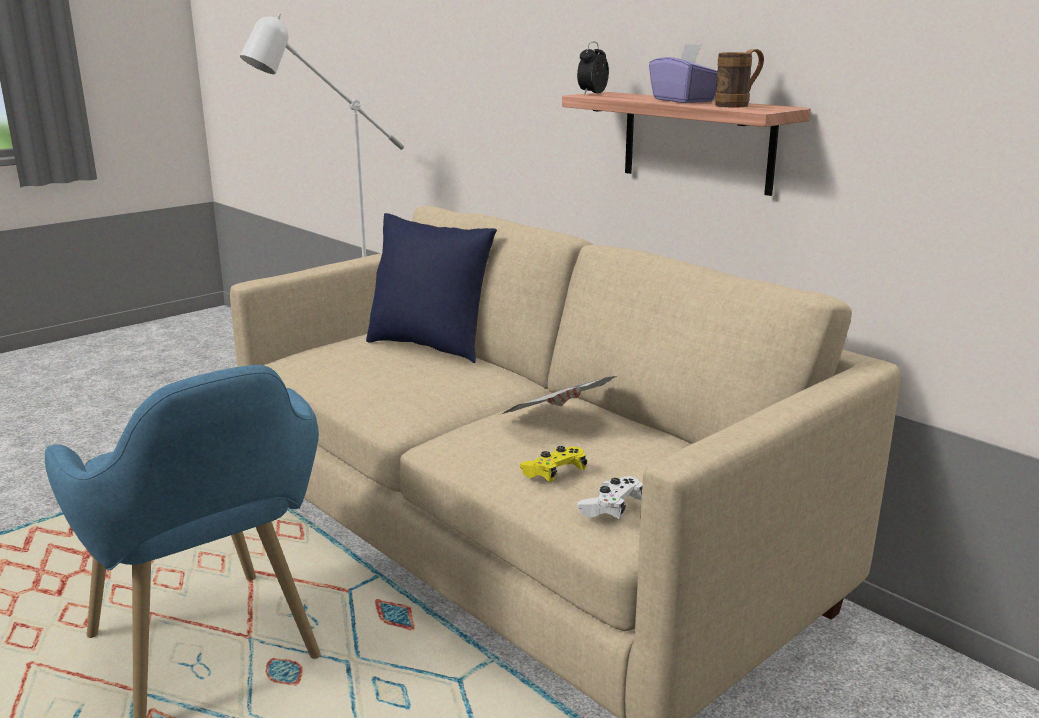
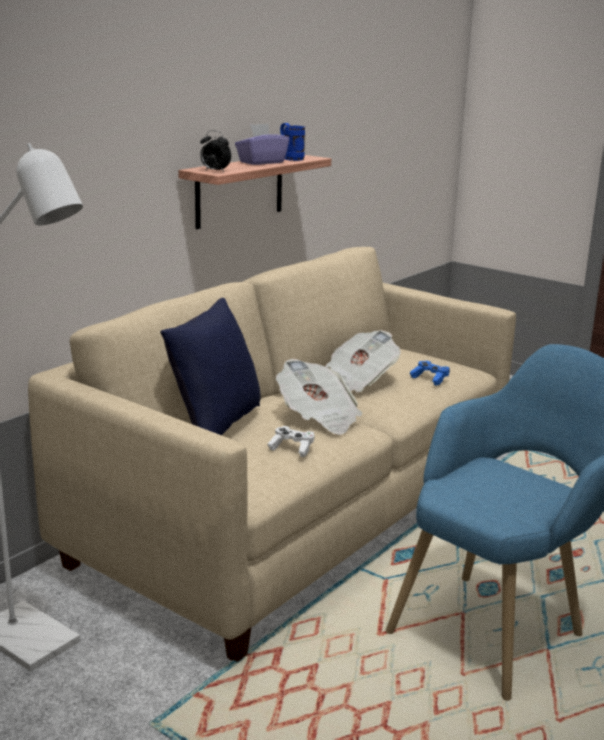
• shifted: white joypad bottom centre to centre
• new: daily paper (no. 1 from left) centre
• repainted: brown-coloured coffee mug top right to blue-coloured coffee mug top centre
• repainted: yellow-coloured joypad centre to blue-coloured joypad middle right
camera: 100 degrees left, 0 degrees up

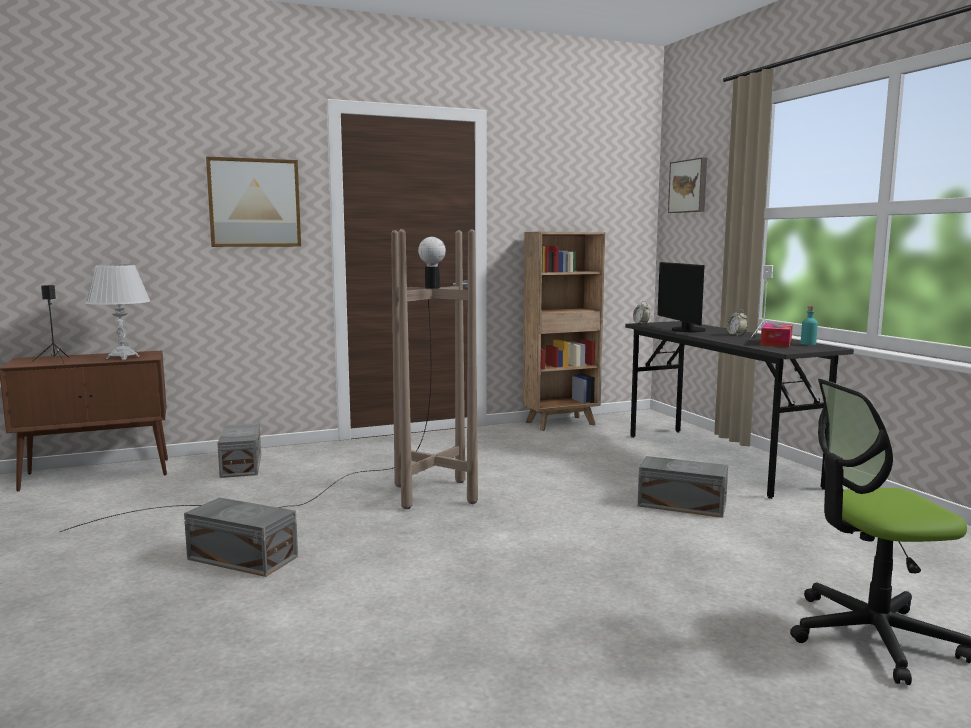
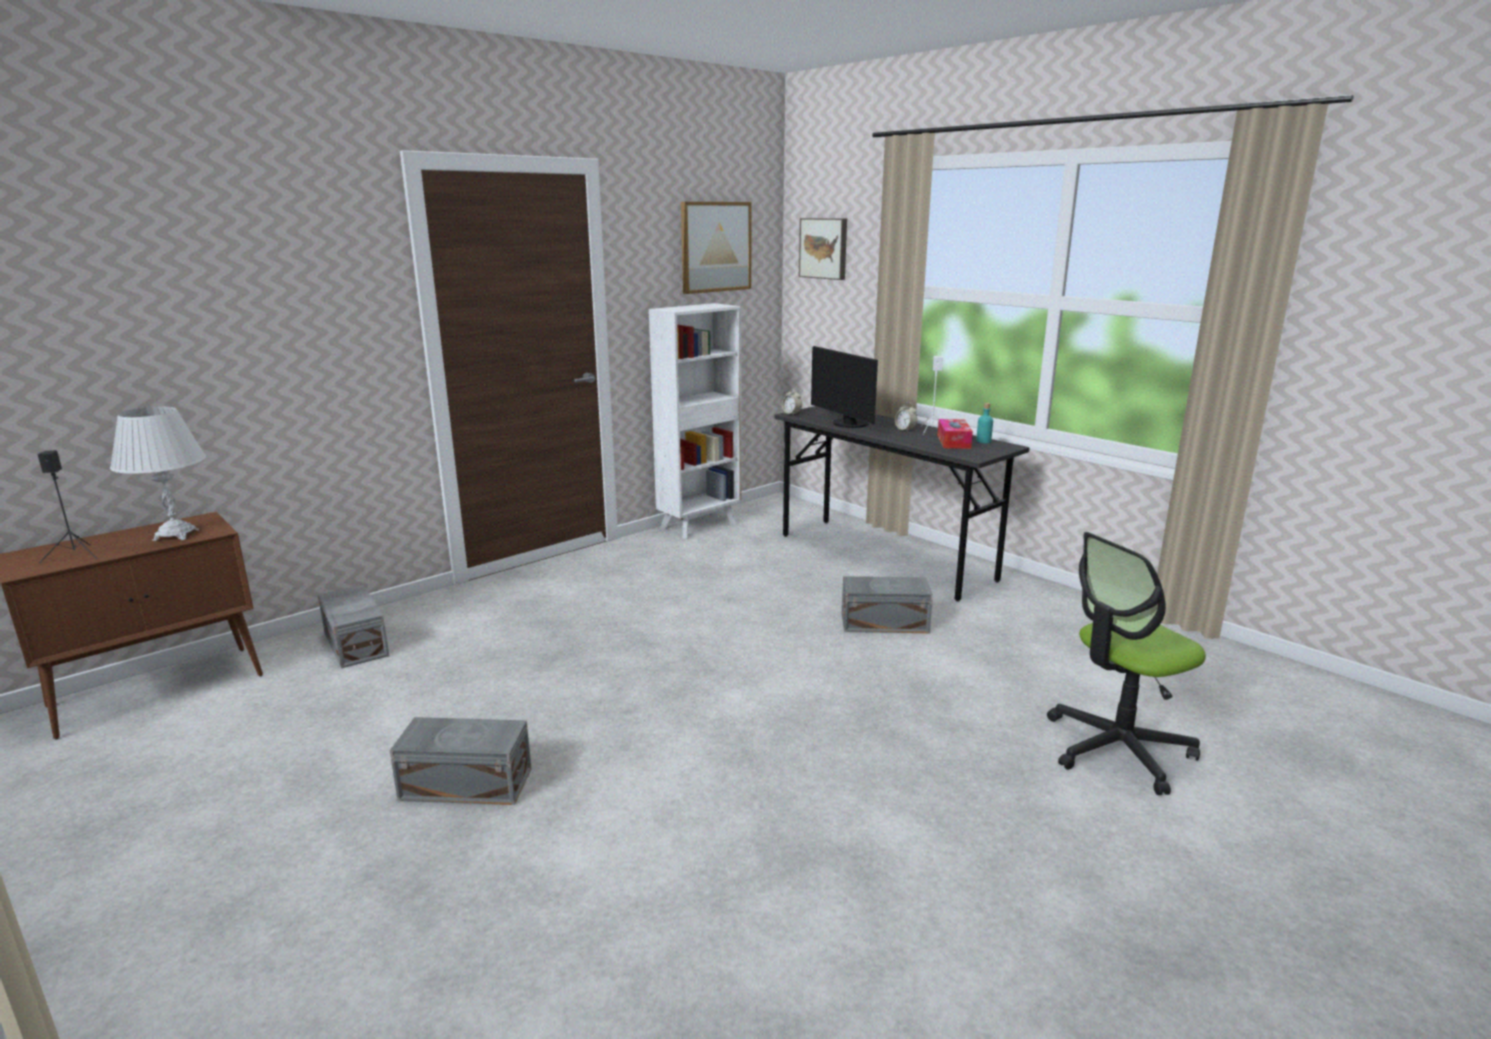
• repainted: brown-coloured bookshelf centre to white bookshelf centre
• shifted: picture (no. 1 from left) top left to top centre
• gone: brown-coloured standard lamp middle left
camera: 20 degrees left, 10 degrees up

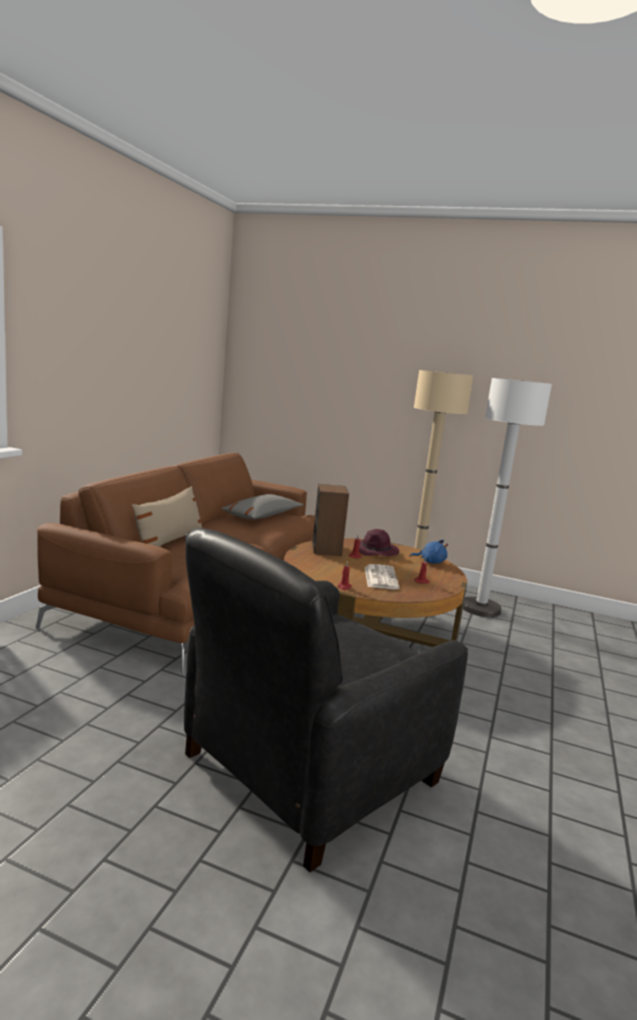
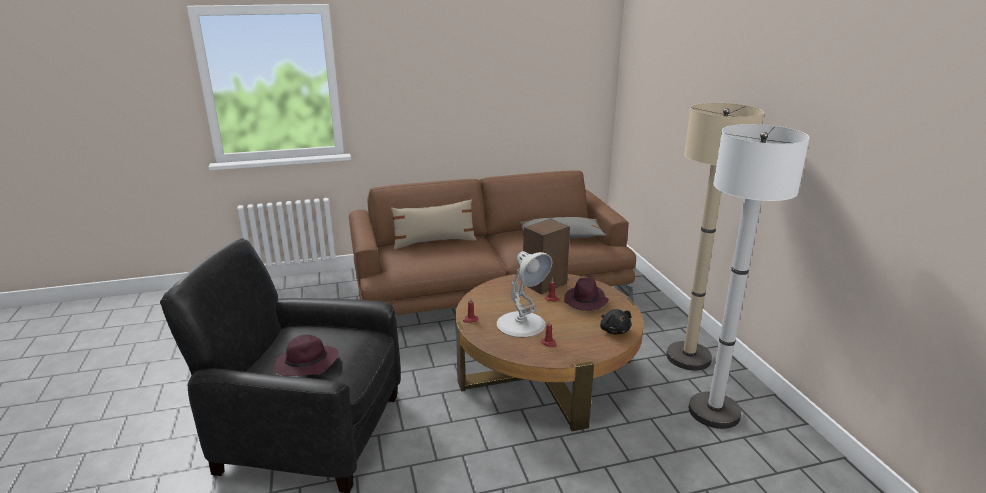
• new: purplish wearable hat (no. 1 from left) bottom left
• swapped: daily paper centre to white tabletop lamp centre
• repainted: blue-coloured cuddly toy middle right to blackish cuddly toy centre
camera: 55 degrees right, 10 degrees up

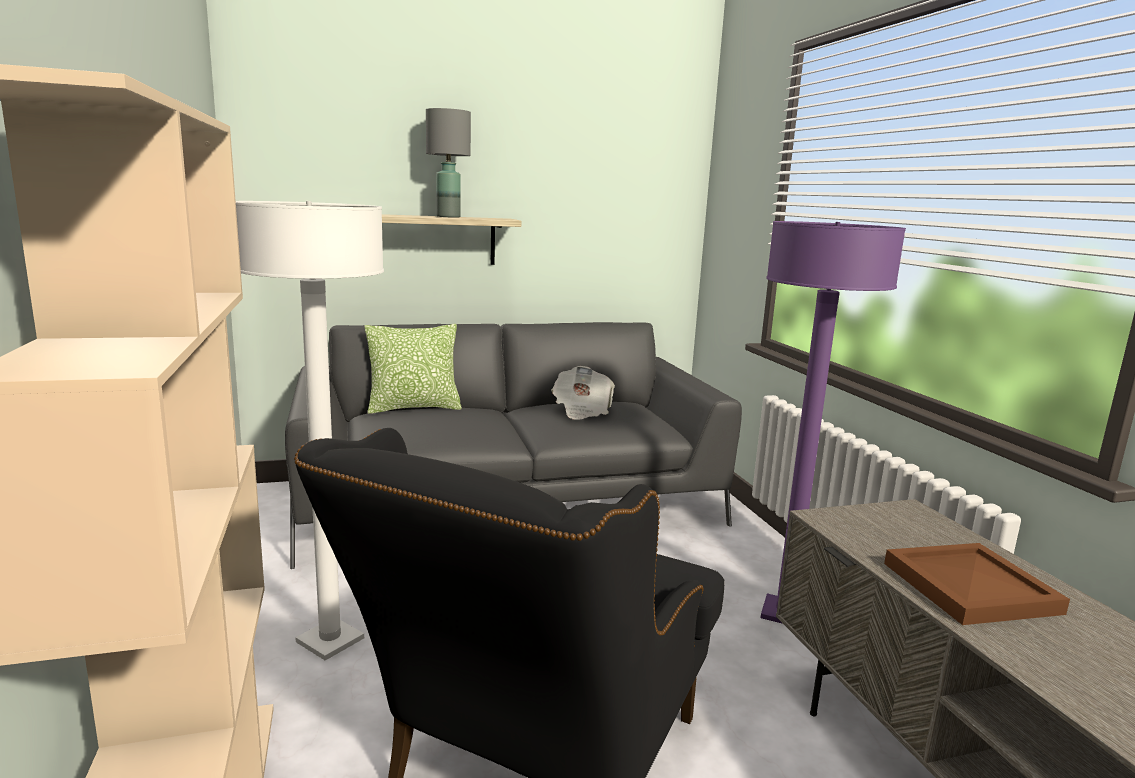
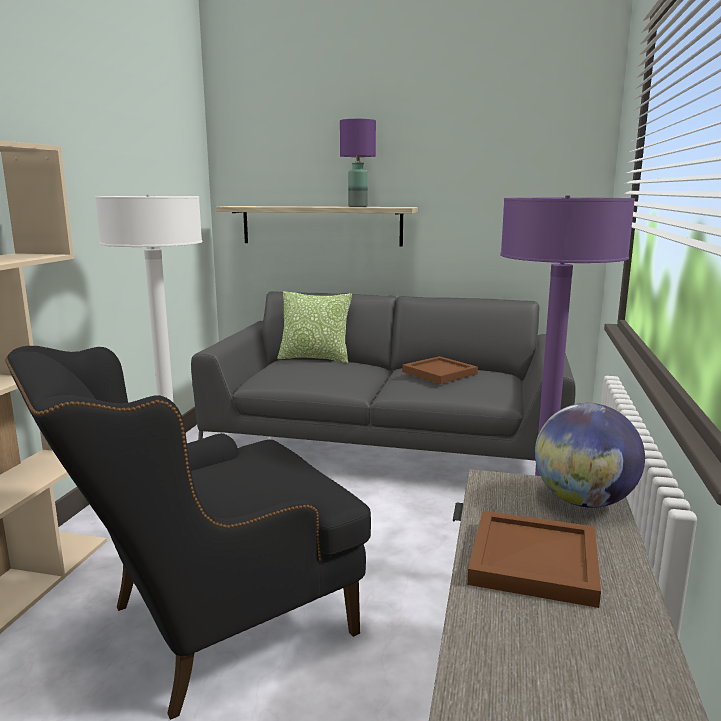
• repainted: gray tabletop lamp top centre to purplish tabletop lamp top centre
• swapped: daily paper centre to brown-coloured carrying tray (no. 1 from left) centre
• new: globe middle right
camera: 30 degrees right, 0 degrees up

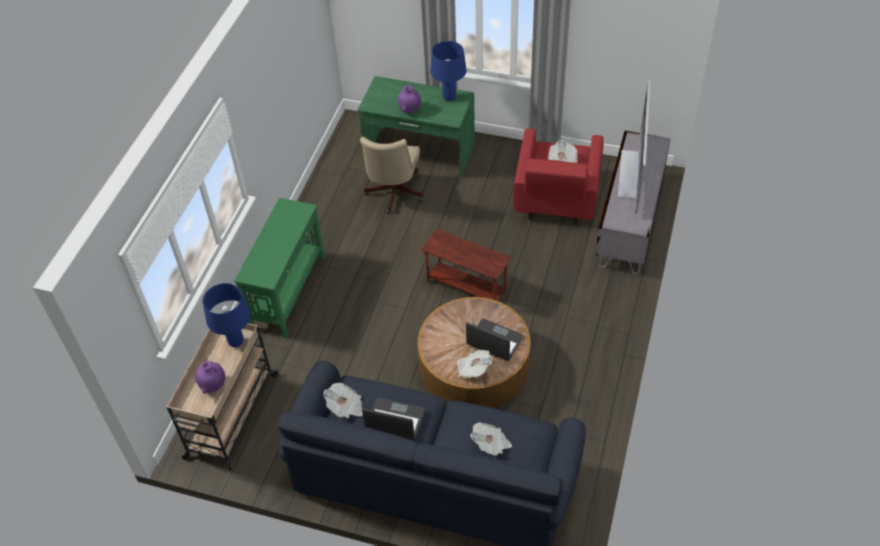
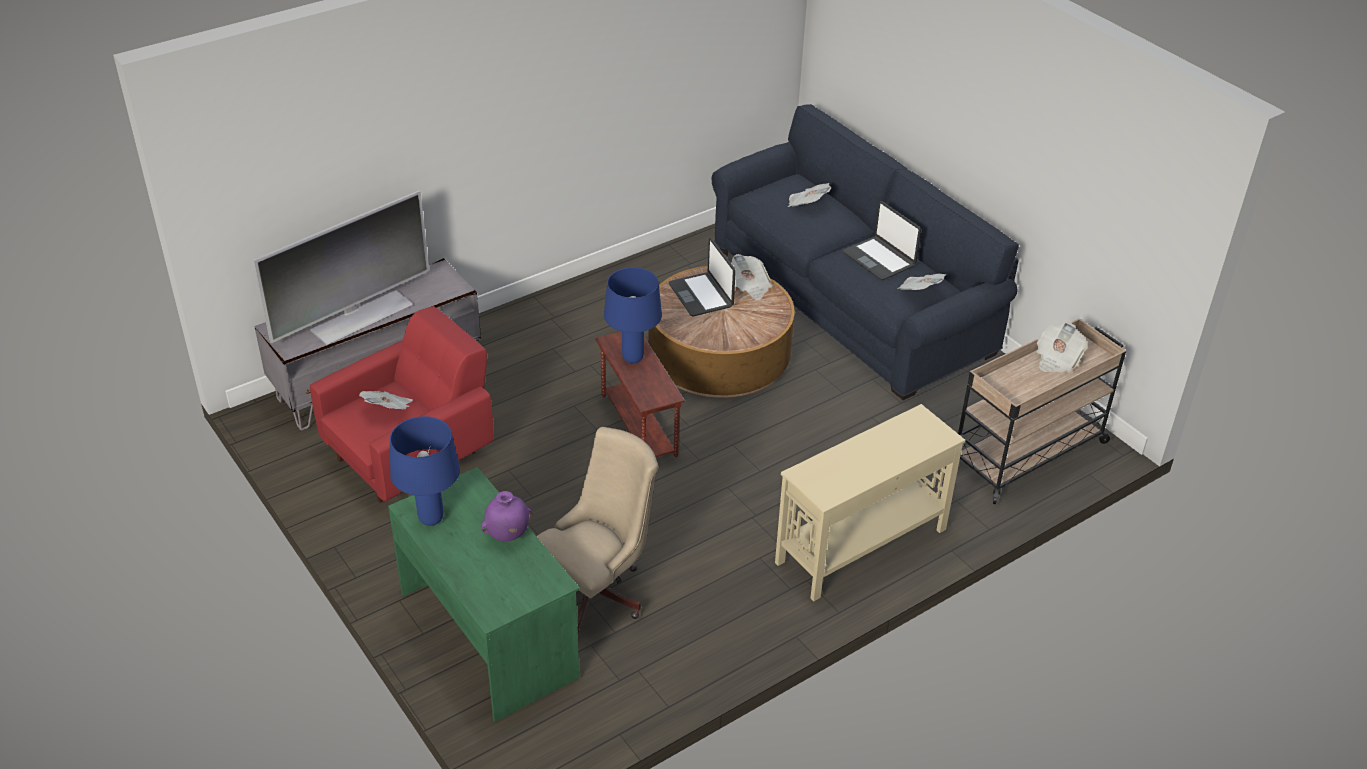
• shifted: blue-coloured tabletop lamp (no. 1 from left in the first image) middle left to blue-coloured tabletop lamp (no. 2 from left) centre
• repainted: green narrow table middle left to sand-coloured narrow table centre
• swapped: purplish decorative vase (no. 1 from left) bottom left to daily paper (no. 5 from left) middle right
camera: 145 degrees left, 10 degrees down

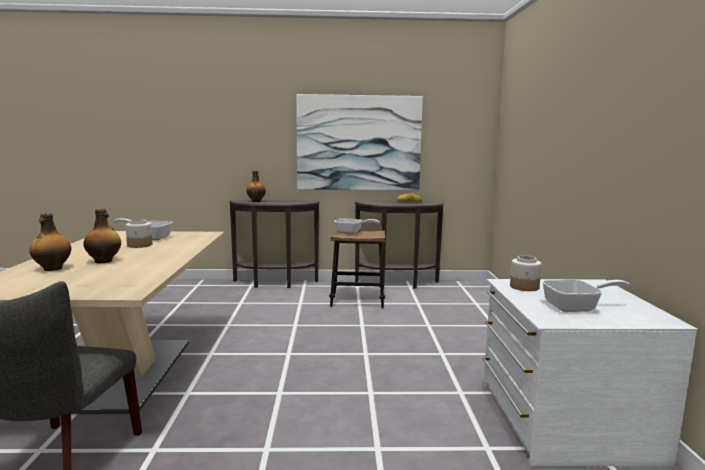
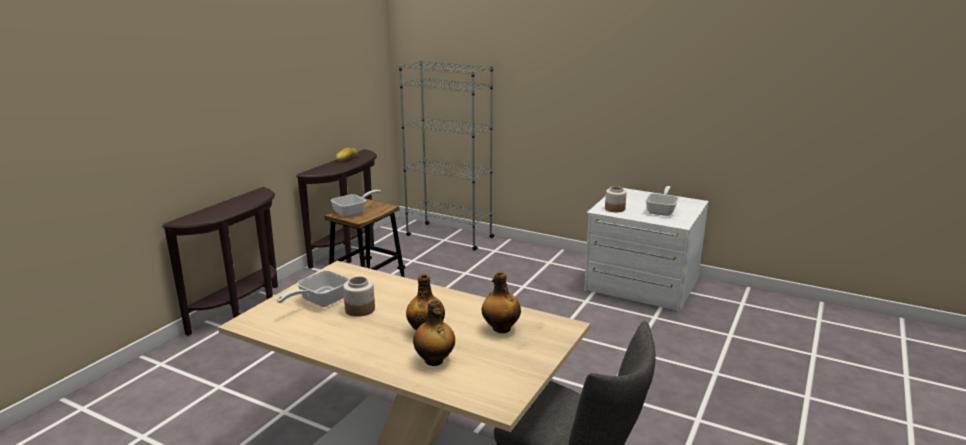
• new: gray bookshelf centre
• shifted: beverage bottle (no. 3 from left) centre to bottom centre
• gone: picture top centre
camera: 60 degrees left, 10 degrees up

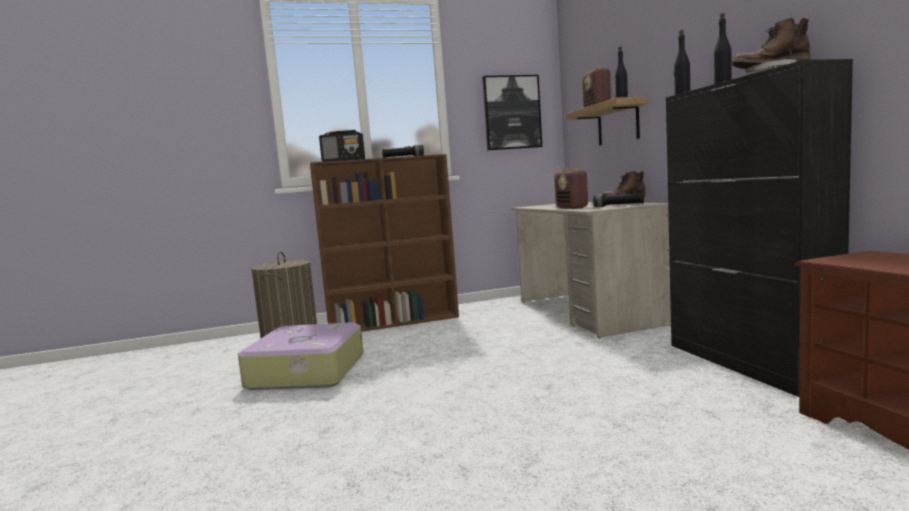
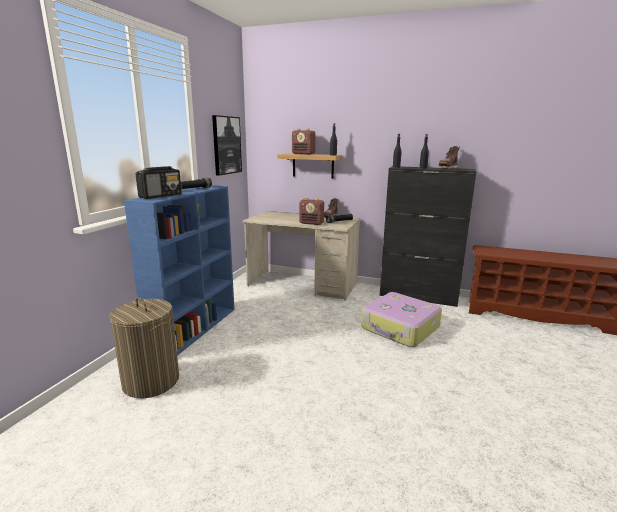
• repainted: brown-coloured bookshelf centre to blue-coloured bookshelf middle left
• shifted: piece of luggage bottom left to centre
camera: 55 degrees left, 10 degrees up

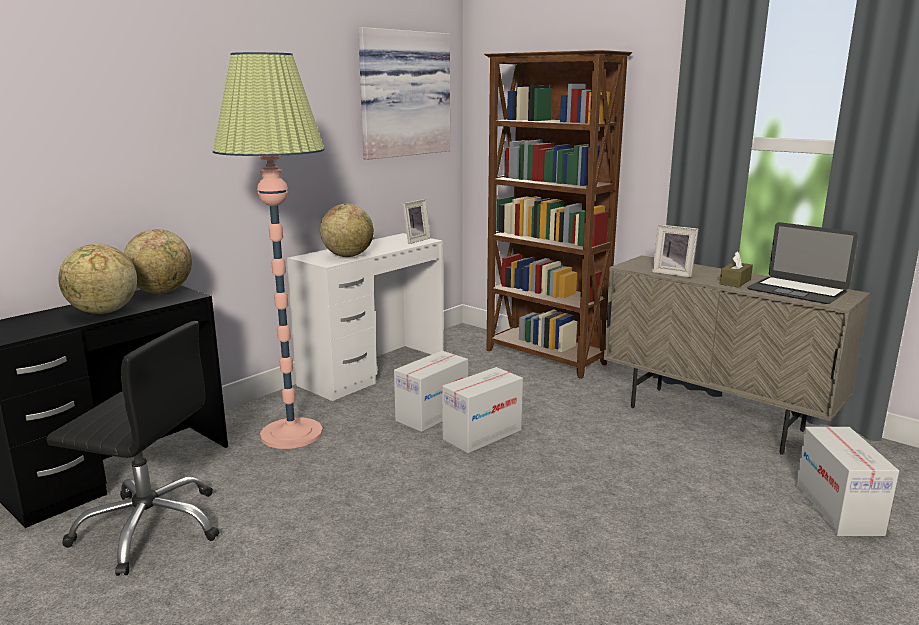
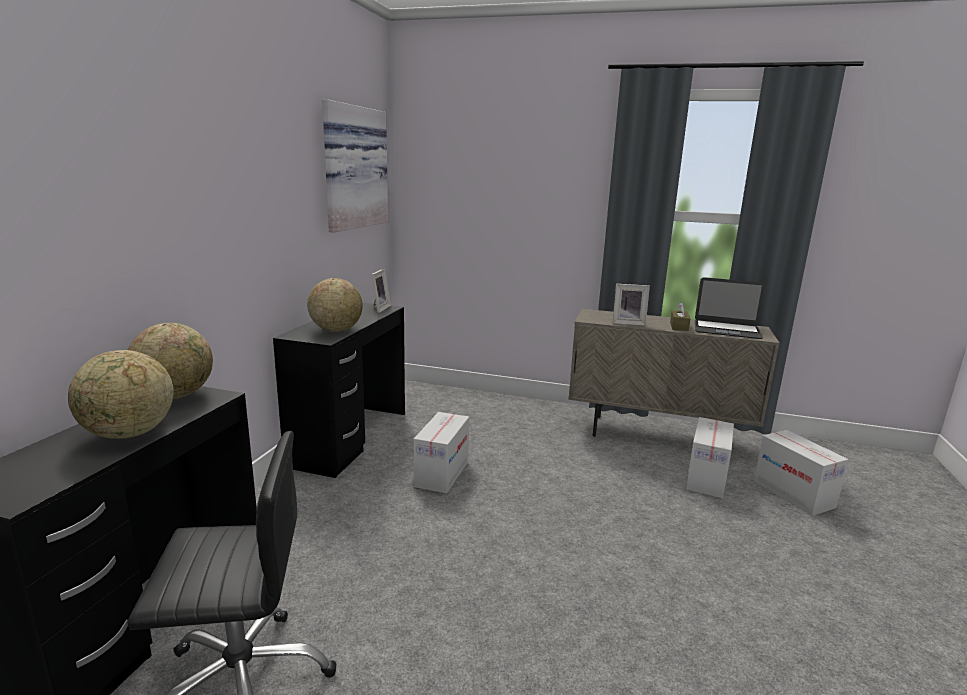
• repainted: white desk centre to blackish desk (no. 2 from left) centre
• shifted: carton (no. 2 from left) centre to middle right
• gone: standard lamp middle left
• gone: brown-coloured bookshelf centre
camera: 25 degrees left, 0 degrees up

